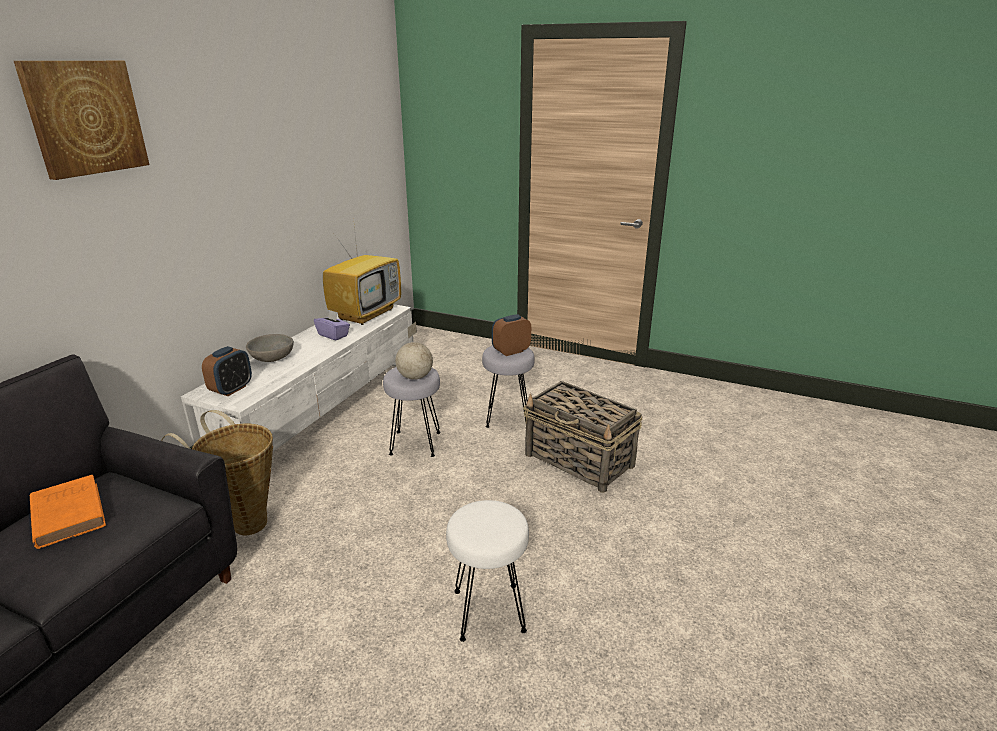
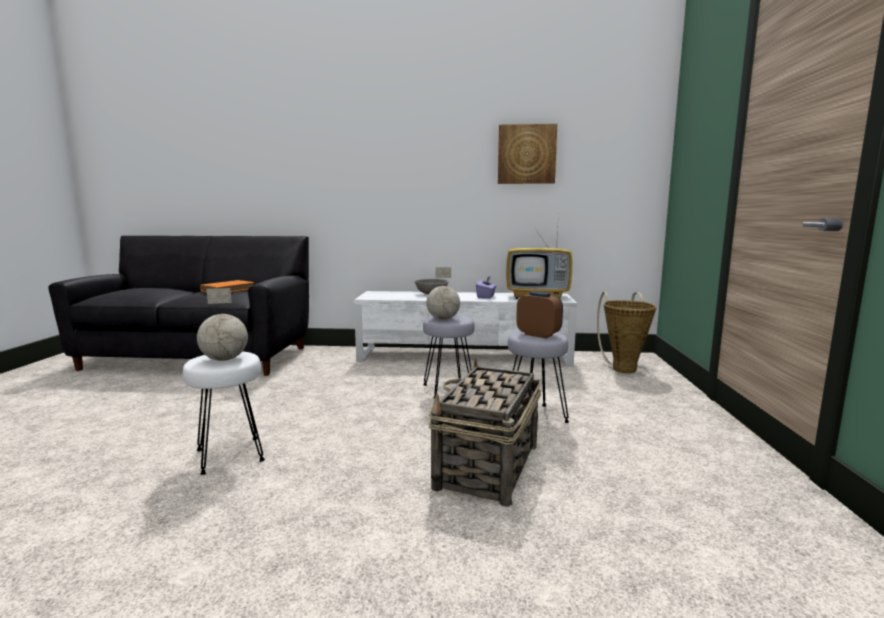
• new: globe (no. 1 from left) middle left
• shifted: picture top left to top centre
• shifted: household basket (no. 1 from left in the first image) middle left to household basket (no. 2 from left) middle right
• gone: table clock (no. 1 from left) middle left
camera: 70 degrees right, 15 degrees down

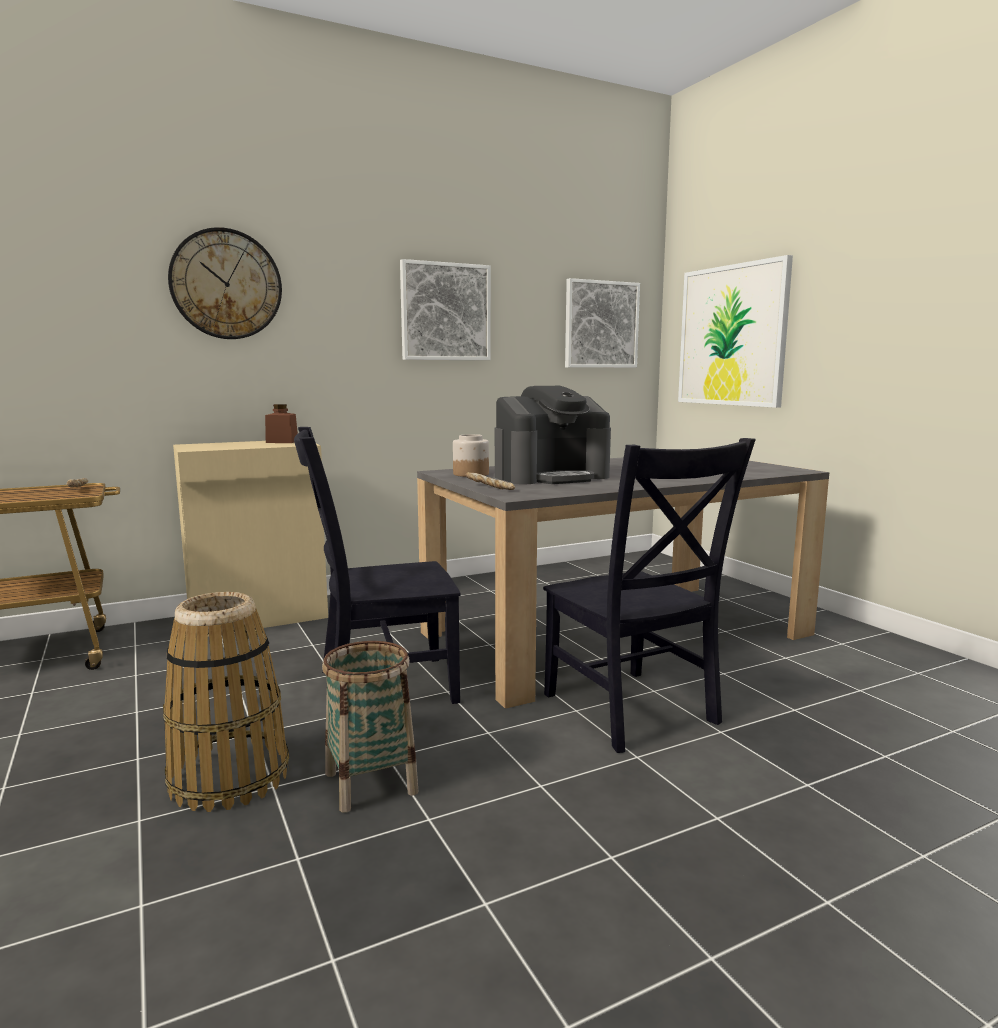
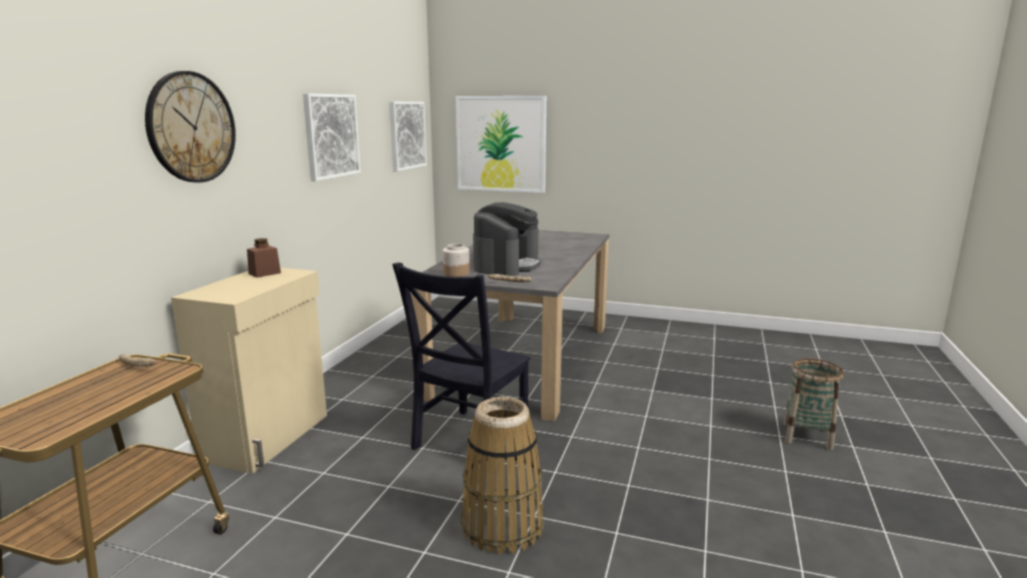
• shifted: household basket (no. 2 from left) bottom centre to bottom right
• gone: blackish upright chair (no. 2 from left) centre
camera: 45 degrees left, 5 degrees up

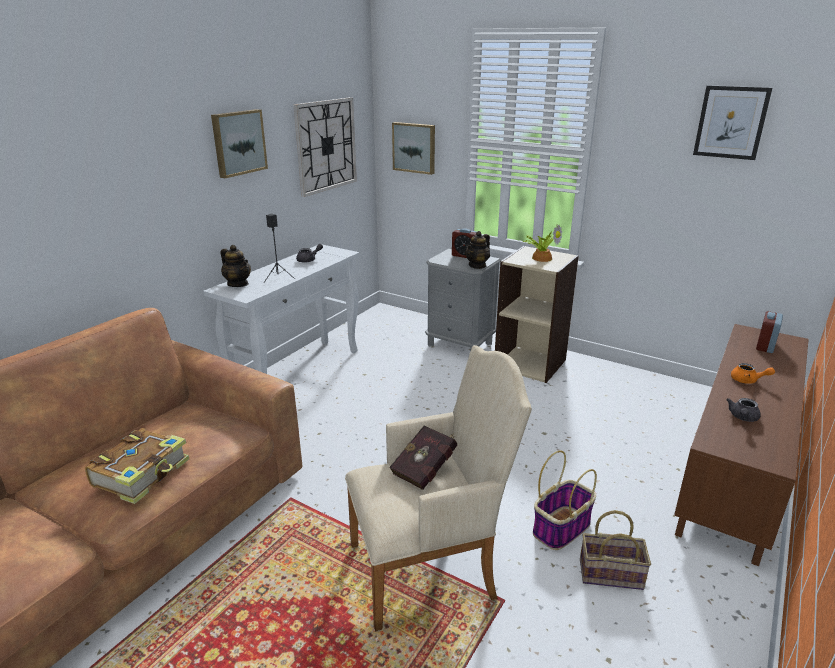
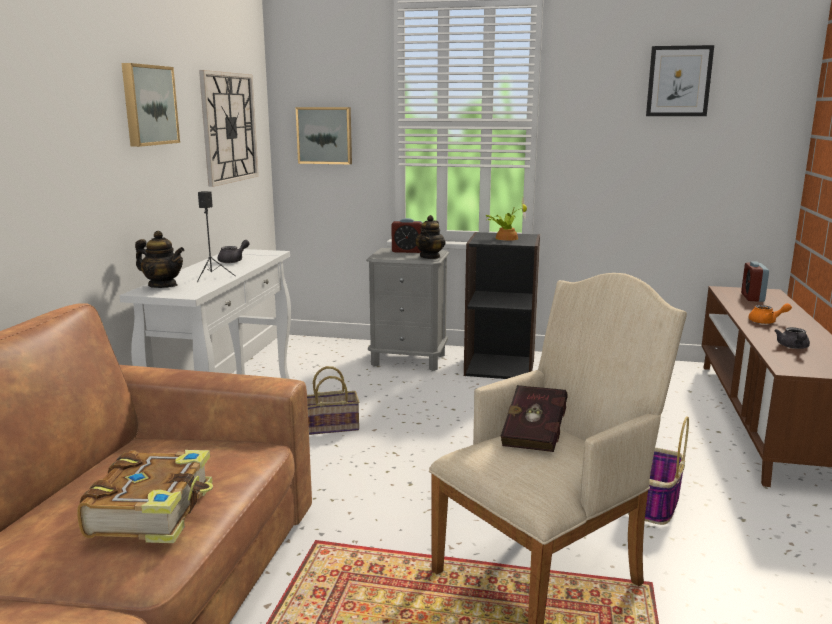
• shifted: household basket (no. 2 from left in the first image) bottom right to household basket (no. 1 from left) centre
• repainted: sand-coloured bookshelf centre to blackish bookshelf centre
camera: 20 degrees left, 10 degrees down

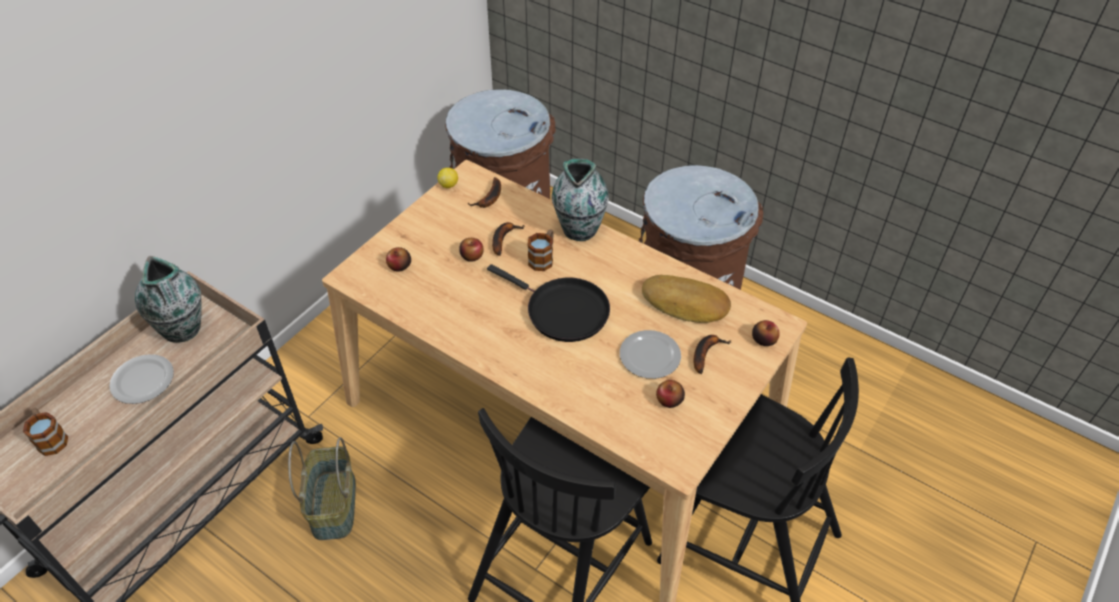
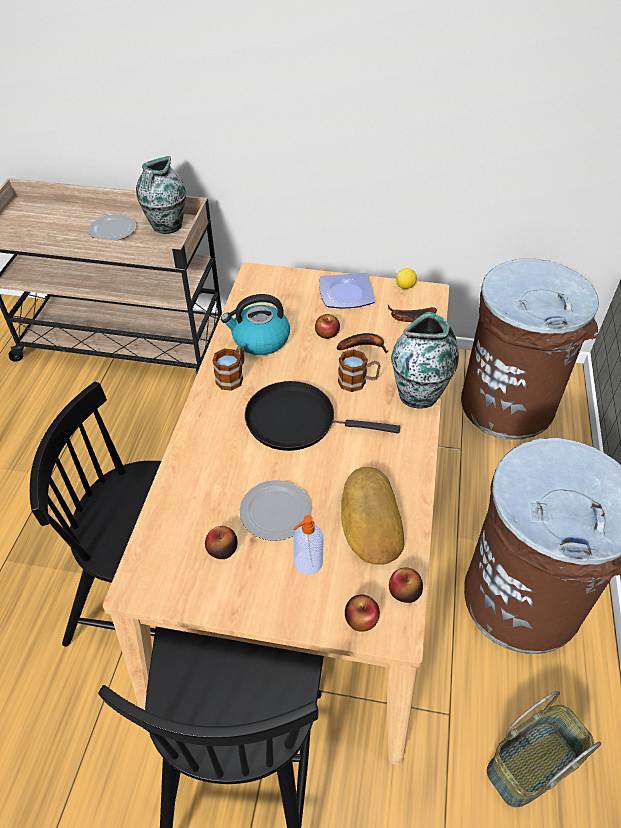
• shifted: coffee mug (no. 1 from left) bottom left to centre
• new: tea kettle centre
• rotated: blackish skillet centre = centre 90 degrees clockwise
• swapped: whole banana (no. 3 from left) centre to soap dispenser centre
• new: flat dish (no. 3 from left) centre
• shifted: apple (no. 1 from left in the first image) centre to apple (no. 4 from left) bottom centre
• shifted: household basket bottom left to bottom right
camera: 65 degrees right, 0 degrees up

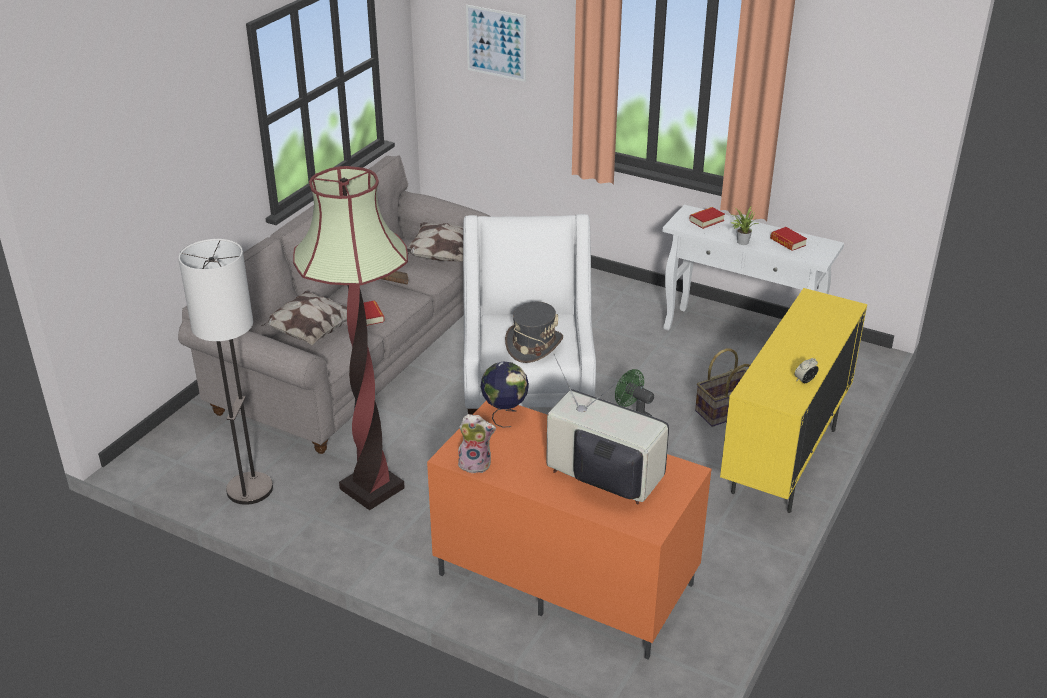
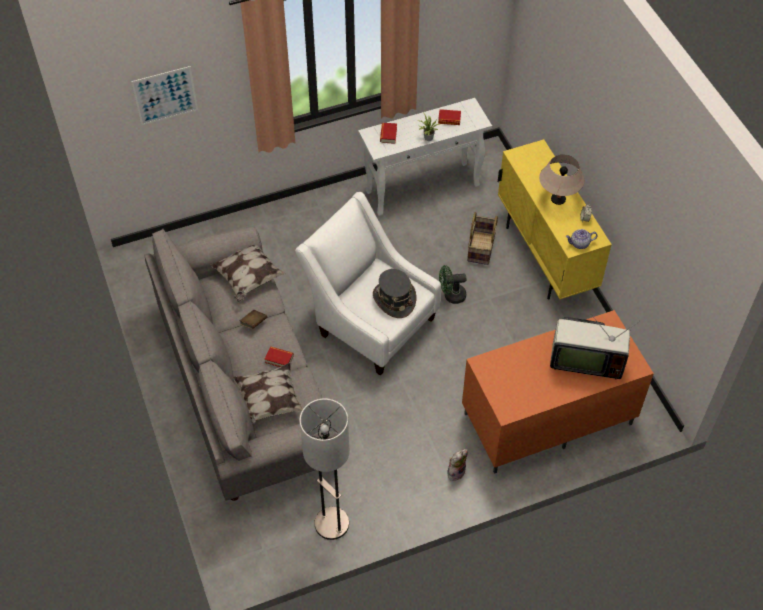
• shifted: cuddly toy centre to bottom centre
• new: sand-coloured tabletop lamp top right
• rotated: television centre = middle right 150 degrees counterclockwise
• new: tea pot middle right
• gone: standard lamp (no. 2 from left) centre
• gone: globe centre
camera: 50 degrees left, 20 degrees up

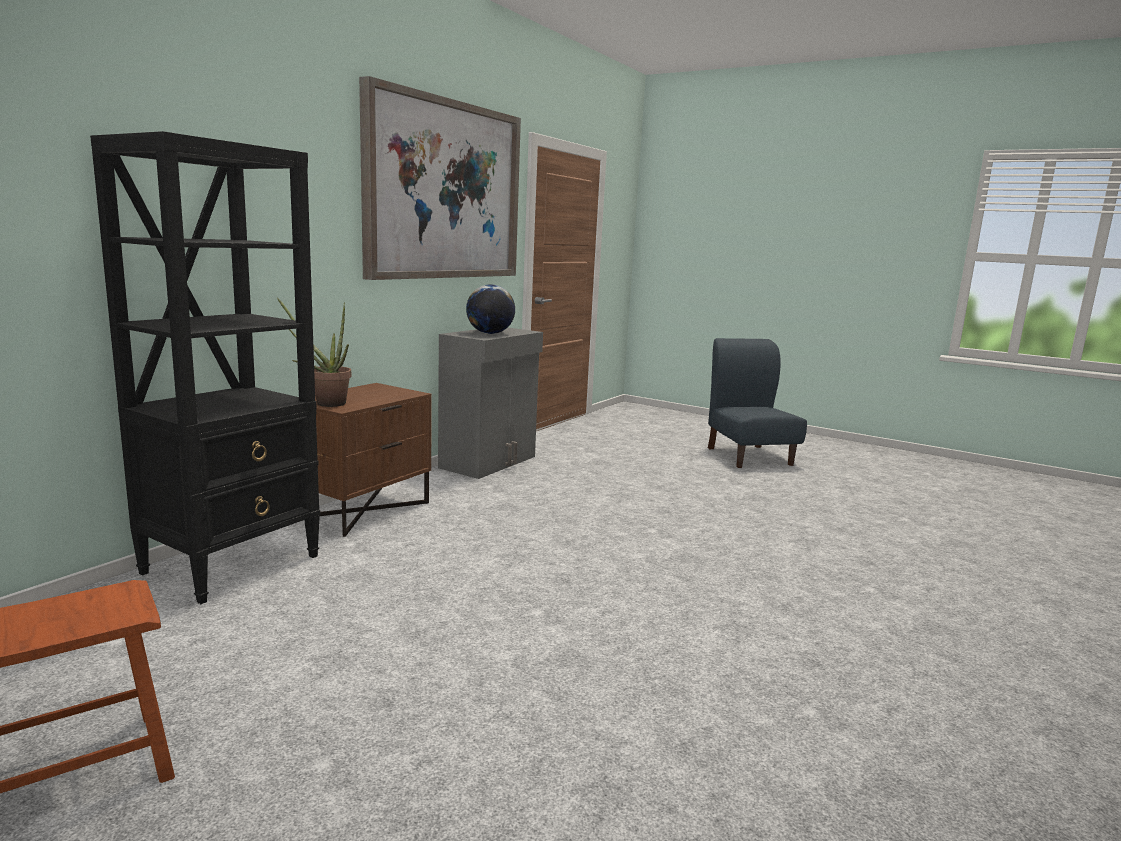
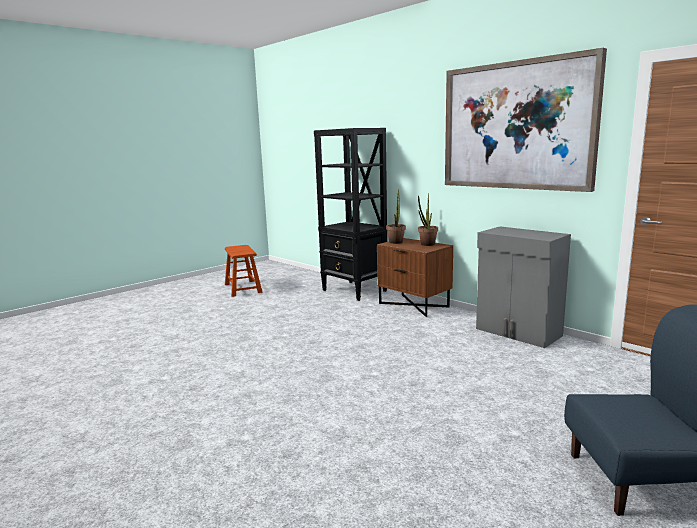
• new: potted plant (no. 2 from left) centre
• gone: globe centre
camera: 105 degrees right, 0 degrees up

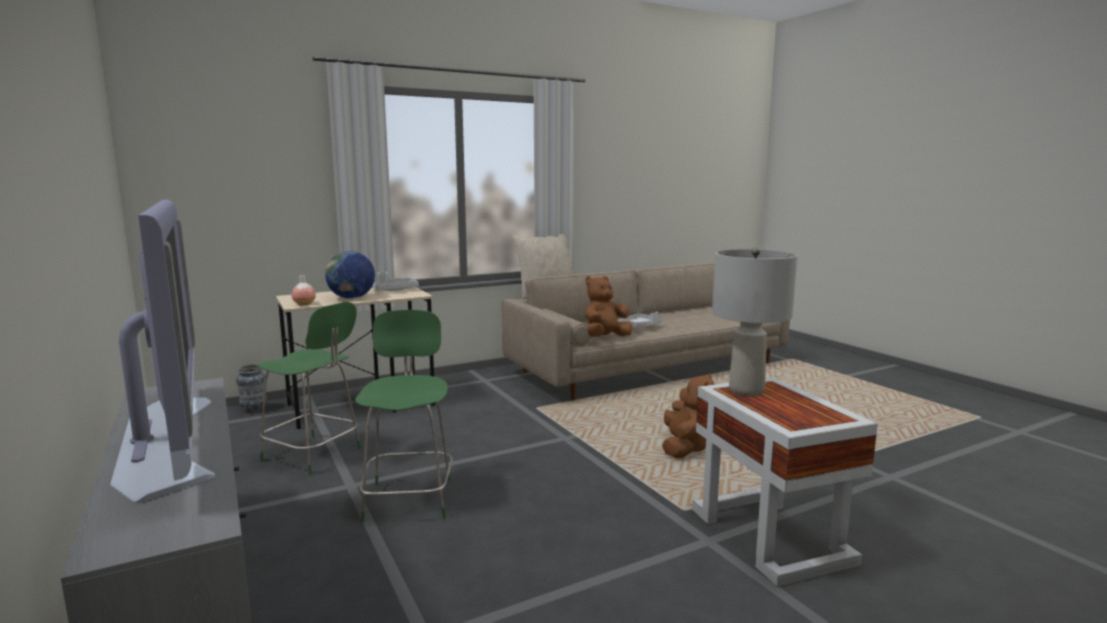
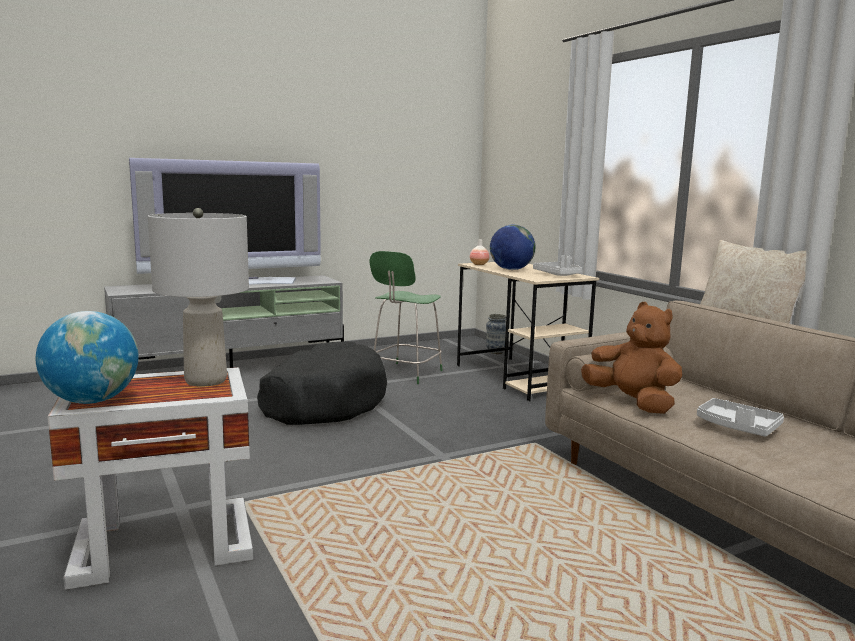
• new: globe (no. 1 from left) middle left
• swapped: green upright chair (no. 2 from left) bottom centre to blackish dog cushion centre
• gone: brown-coloured cuddly toy (no. 2 from left) centre
camera: 90 degrees right, 0 degrees up

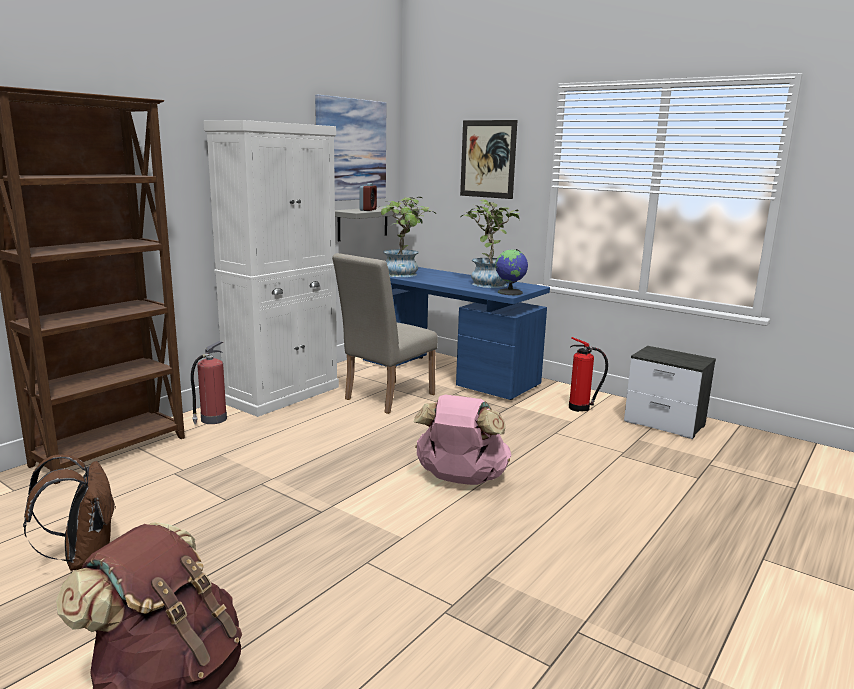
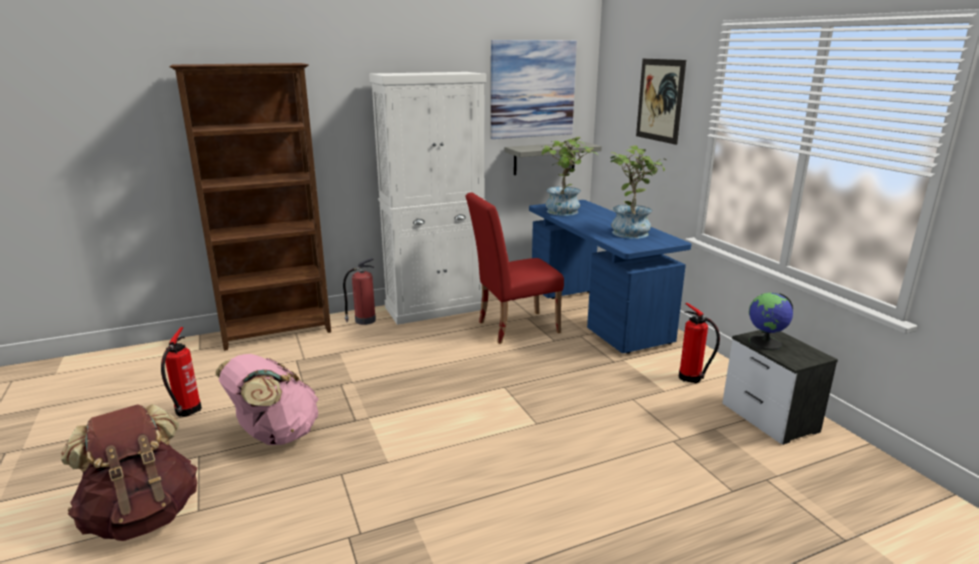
• swapped: brown-coloured backpack (no. 1 from left) bottom left to fire-fighting cylinder (no. 1 from left) middle left
• shifted: pink backpack centre to bottom left
• repainted: sand-coloured upright chair centre to red-coloured upright chair centre
• shifted: globe centre to middle right
• gone: table clock top centre
camera: 30 degrees right, 5 degrees up

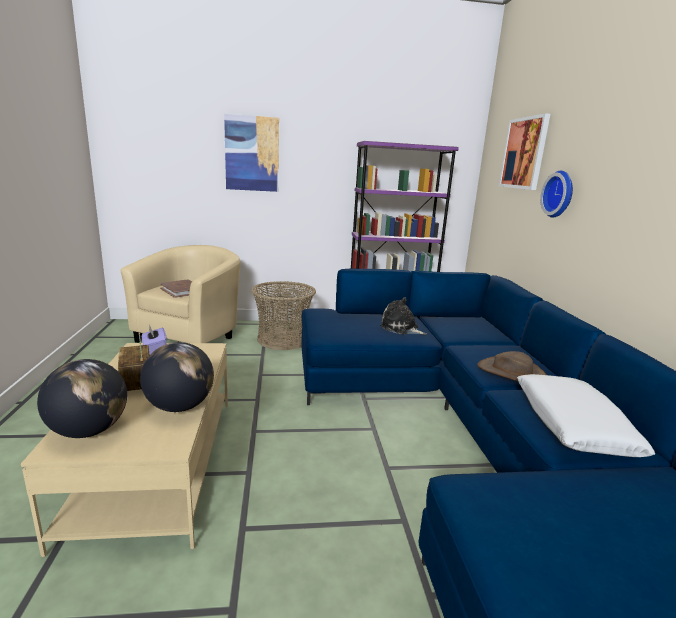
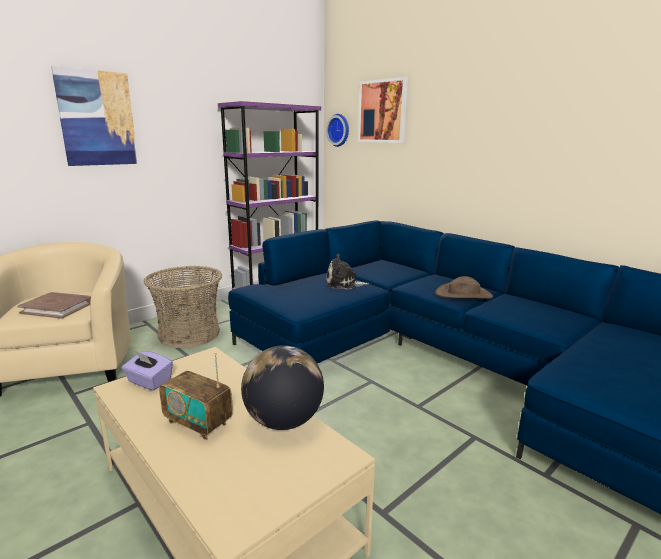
• shifted: hanging clock top right to top centre
• gone: globe (no. 1 from left) middle left
• gone: white throw pillow bottom right
camera: 35 degrees left, 0 degrees up

